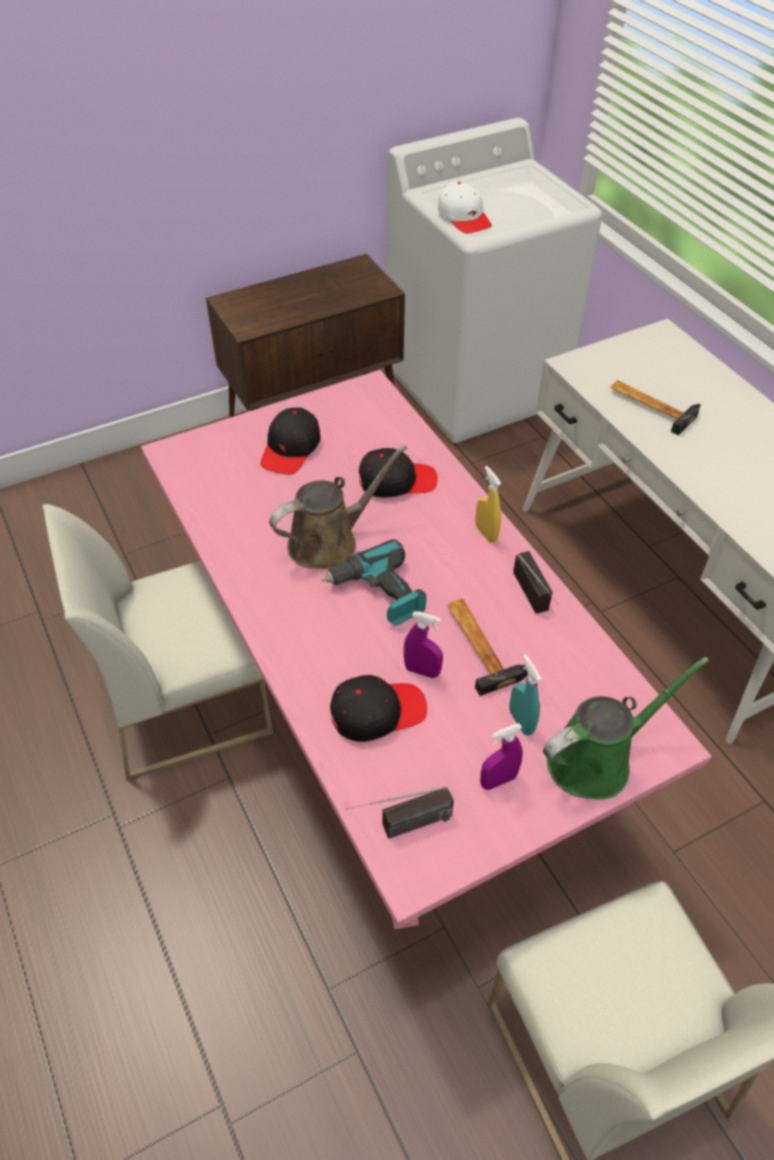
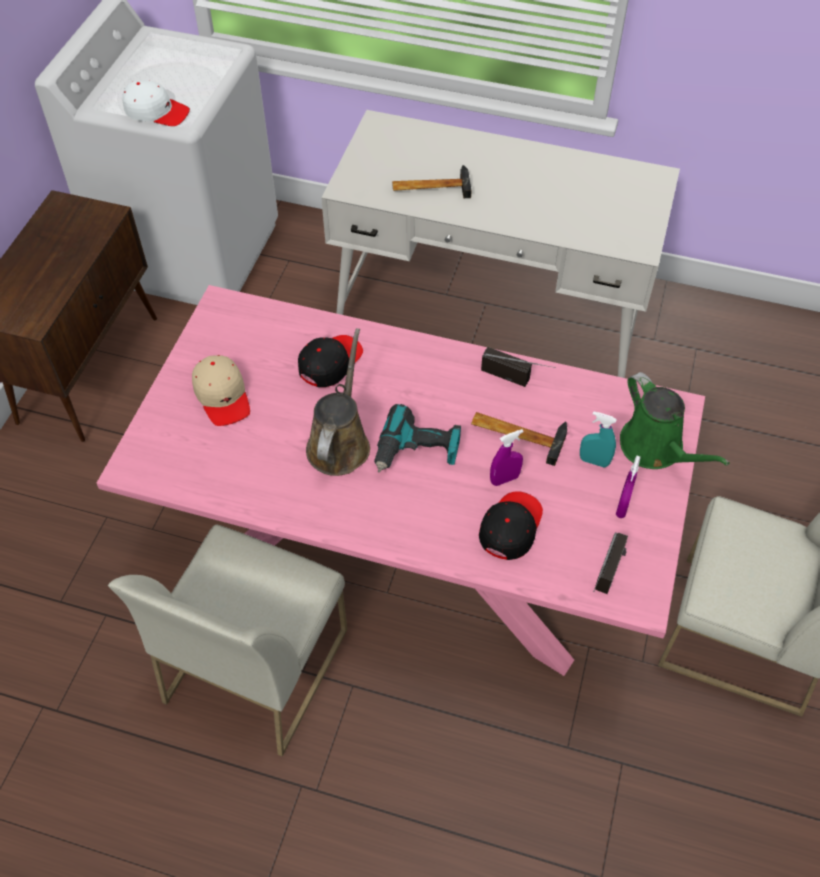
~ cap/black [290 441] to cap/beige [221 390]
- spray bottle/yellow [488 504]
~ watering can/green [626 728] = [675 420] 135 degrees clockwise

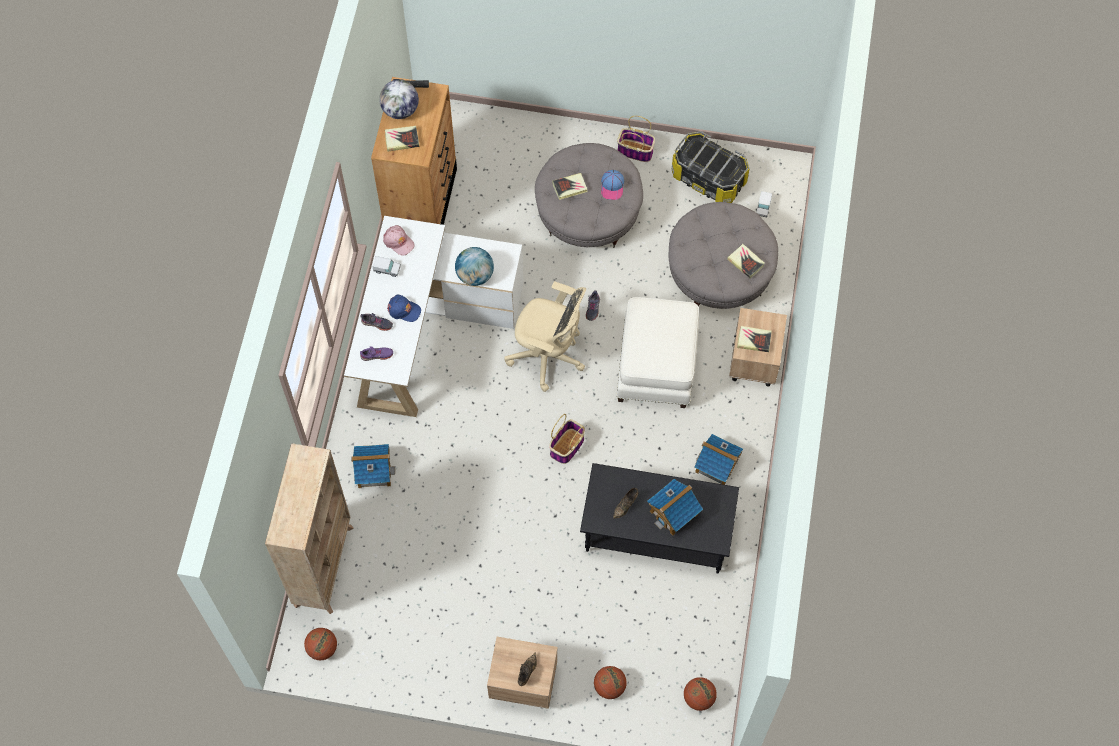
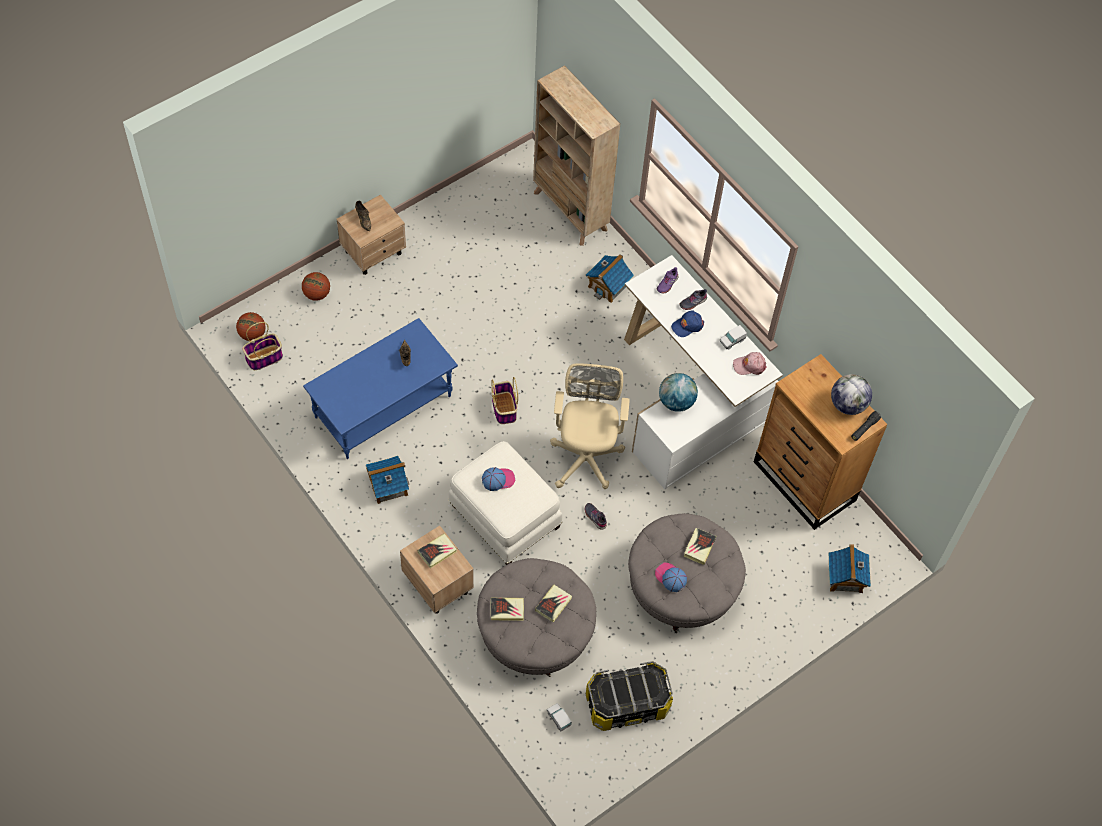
- basketball [320 644]
~ book [402 139] to [553 603]
~ office chair/beige [545 336] = [590 426] 120 degrees clockwise
~ coffee table/black [659 518] to coffee table/blue [380 388]
~ basket [636 139] to [262 346]
~ toy house [675 507] to [850 568]
+ cap [498 479]

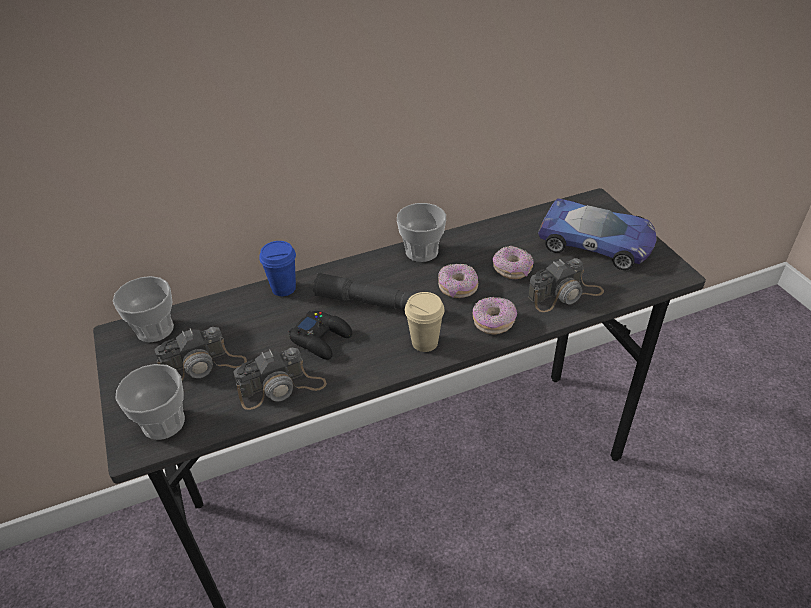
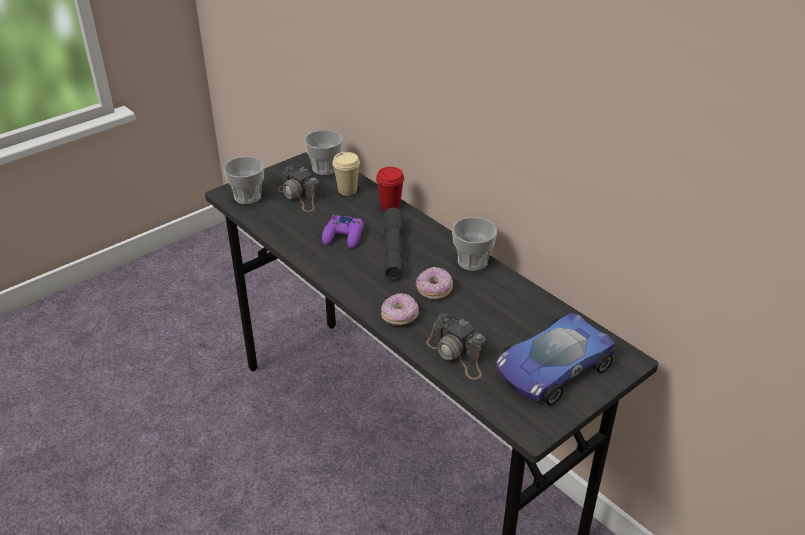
- photo camera [280 379]
~ cup/blue [277 268] to cup/red [390 189]
~ game controller/black [320 335] to game controller/purple [343 231]
~ cup/beige [425 322] to [346 174]
- donut [513 262]
~ toy car [597 234] = [555 359] 45 degrees clockwise

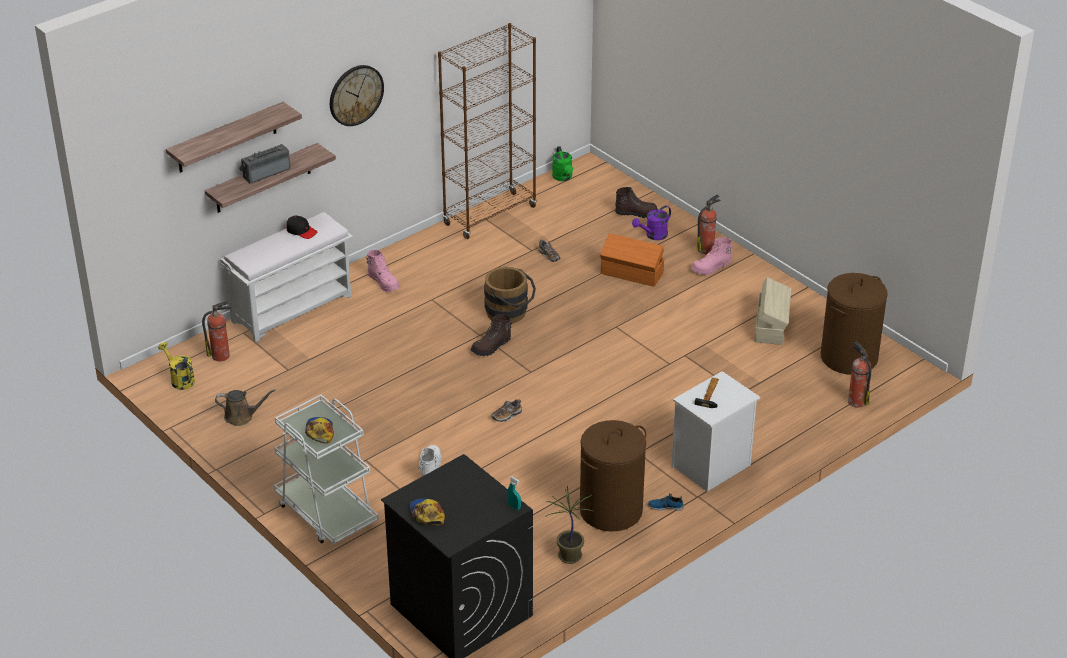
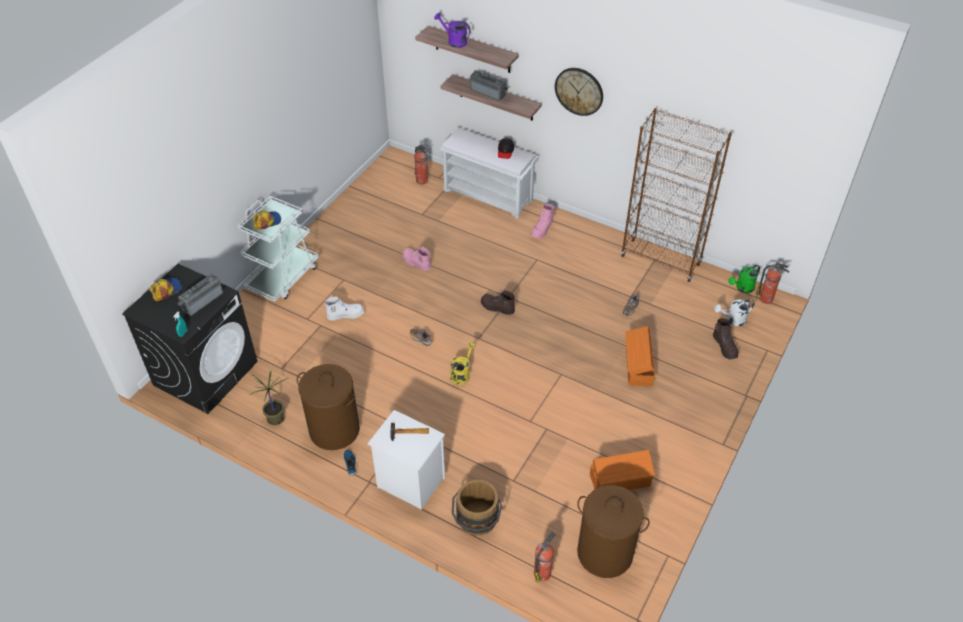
~ watering can/yellow [176 366] to [463 363]
- watering can/brown [245 407]
~ bucket/brown [510 295] to [477 508]
~ watering can/purple [651 222] to [452 30]
~ boot/pink [712 256] to [416 259]
~ fire extinguisher [709 224] to [772 283]
~ storage box/beige [773 311] to storage box/orange [622 470]
+ radio [200 295]
+ watering can/white [734 312]

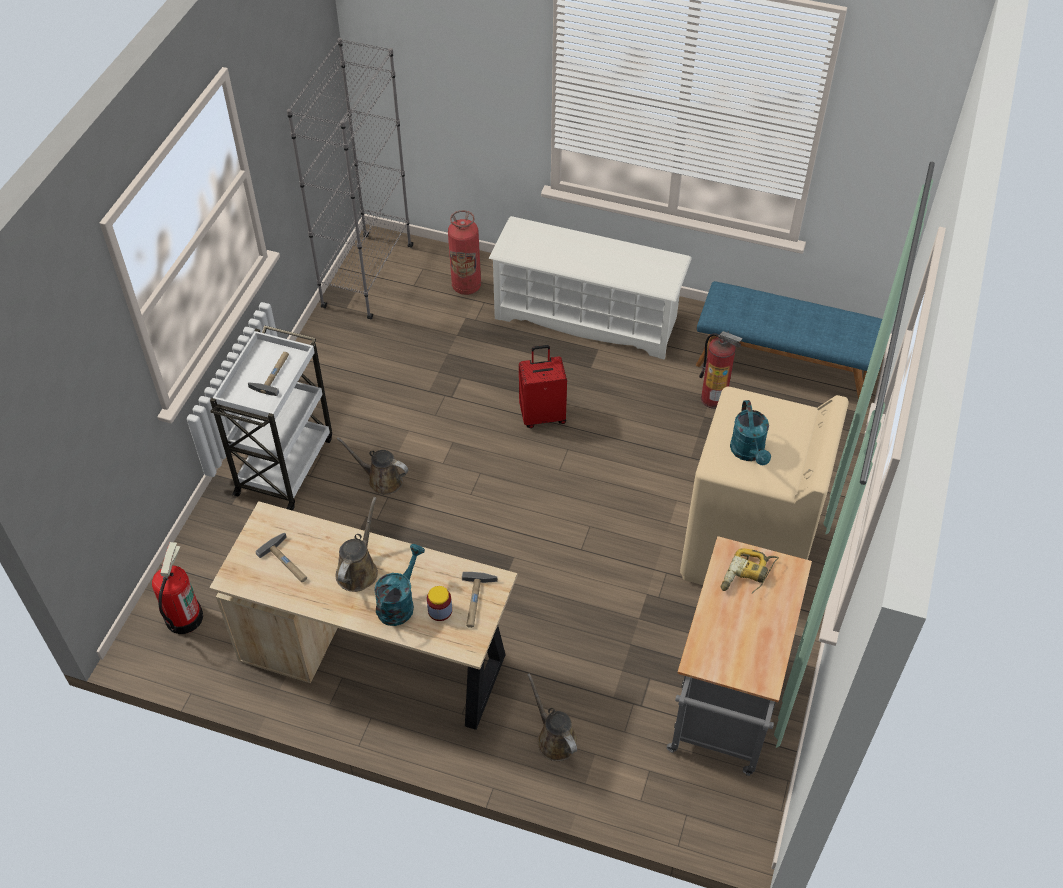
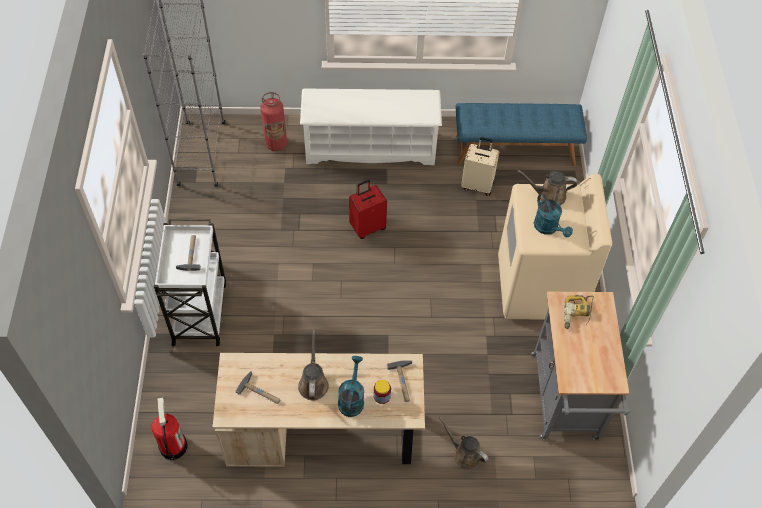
~ watering can/brown [372 466] to [547 187]
~ fire extinguisher [720 370] to suitcase/beige [480 166]

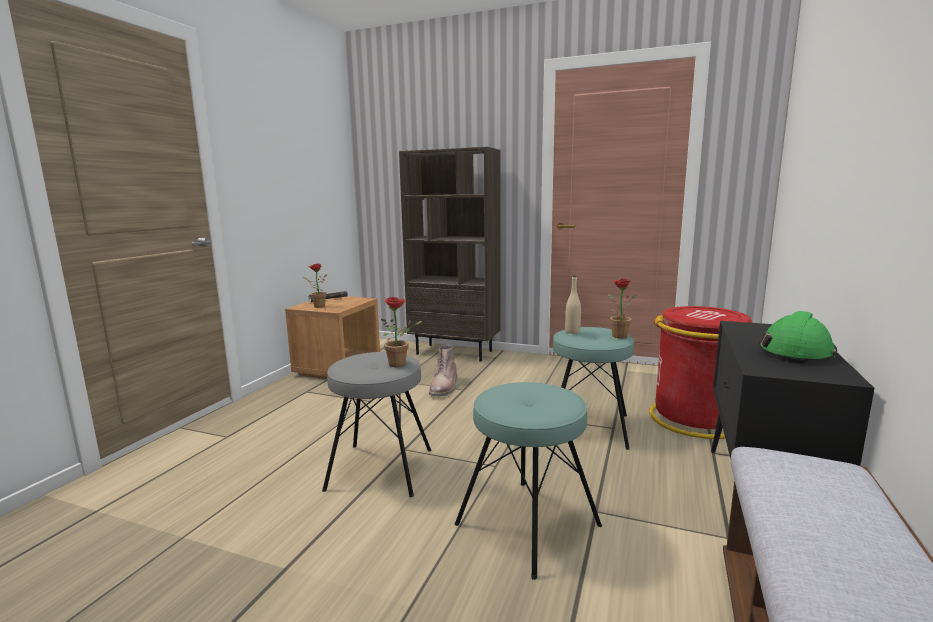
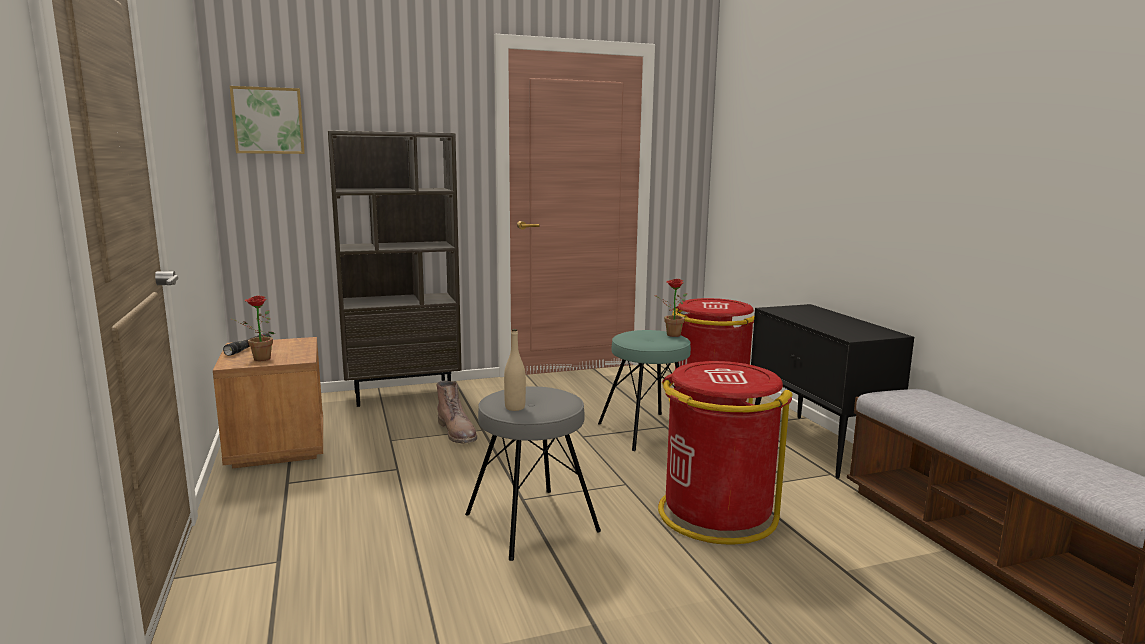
- potted plant [401 332]
~ stool/turquoise [528 481] to trash can/red [725 453]
~ bottle/beige [573 305] to [515 370]
- hard hat/green [798 337]
+ picture [267 120]

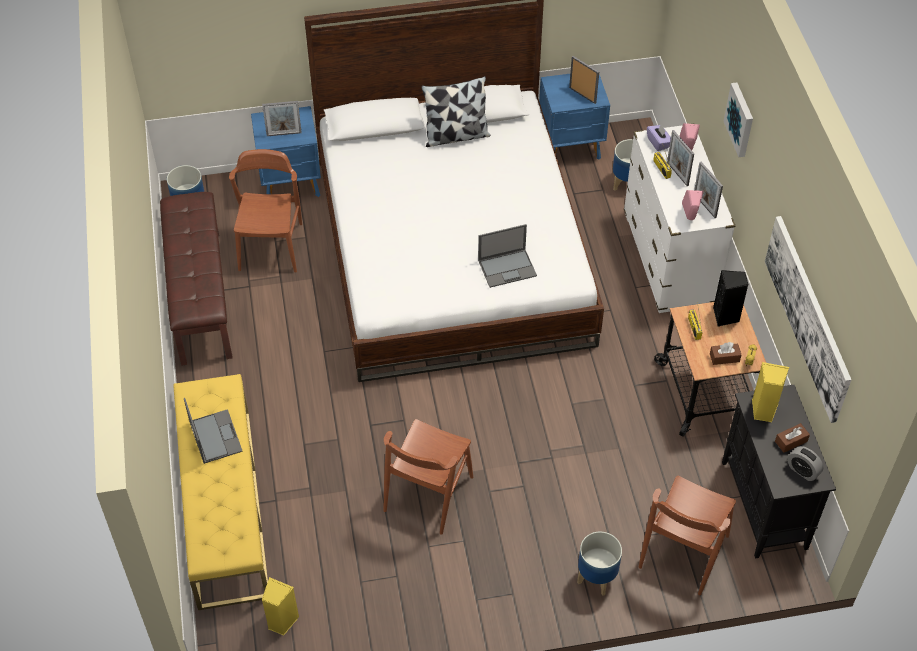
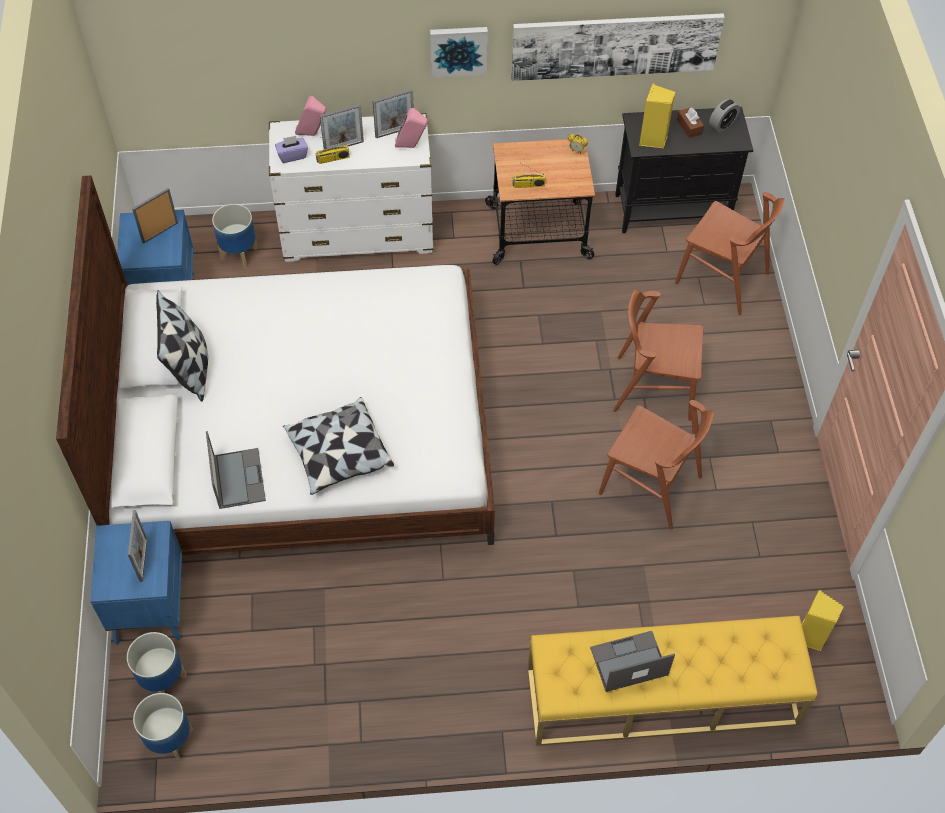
- bench/brown [196 279]
~ chair/brown [265 210] to [658 355]
~ laptop [507 256] to [236 470]
~ planter [599 564] to [157 662]
- tissue box/brown [725 353]
- speaker/black [730 298]
~ picture [738 119] to [459 52]
+ pillow [338 446]

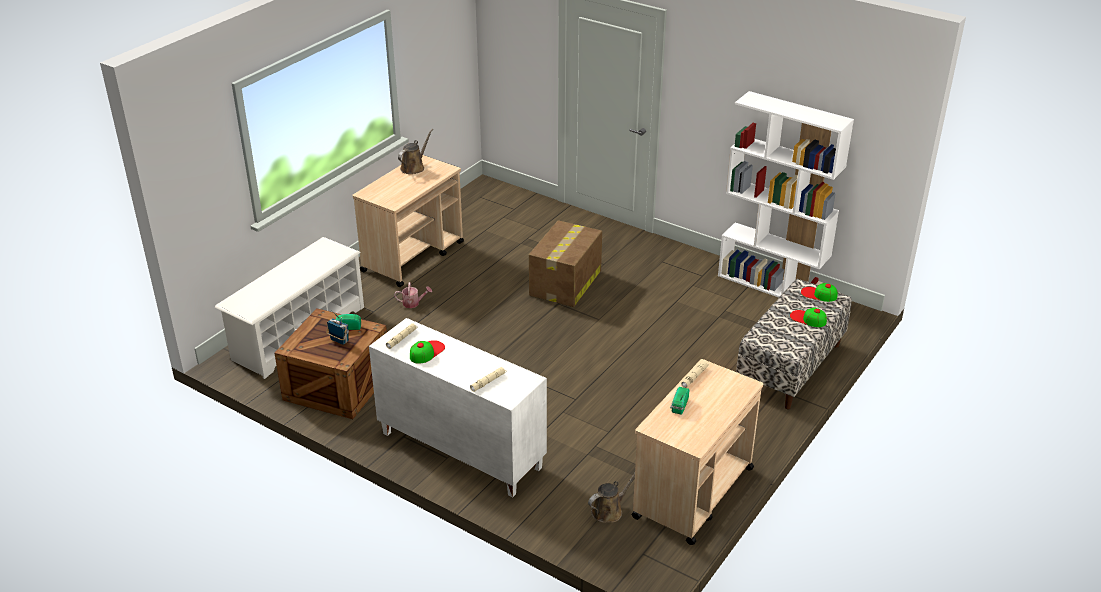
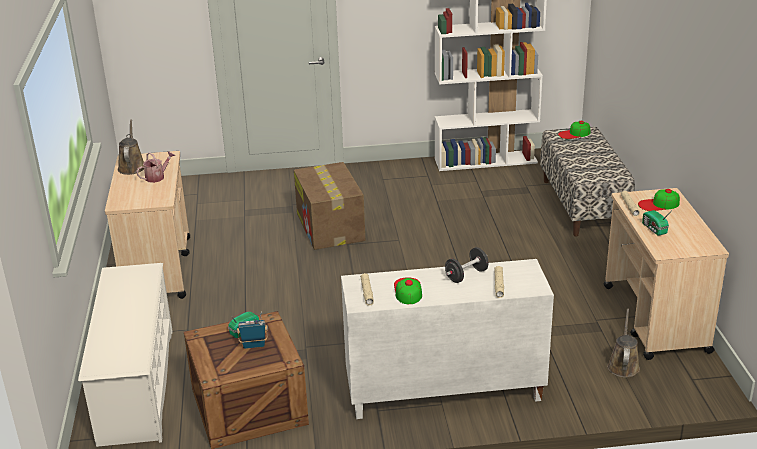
~ watering can [413 295] to [155 167]
~ cap [808 317] to [659 200]
+ dumbbell/black [466 265]

